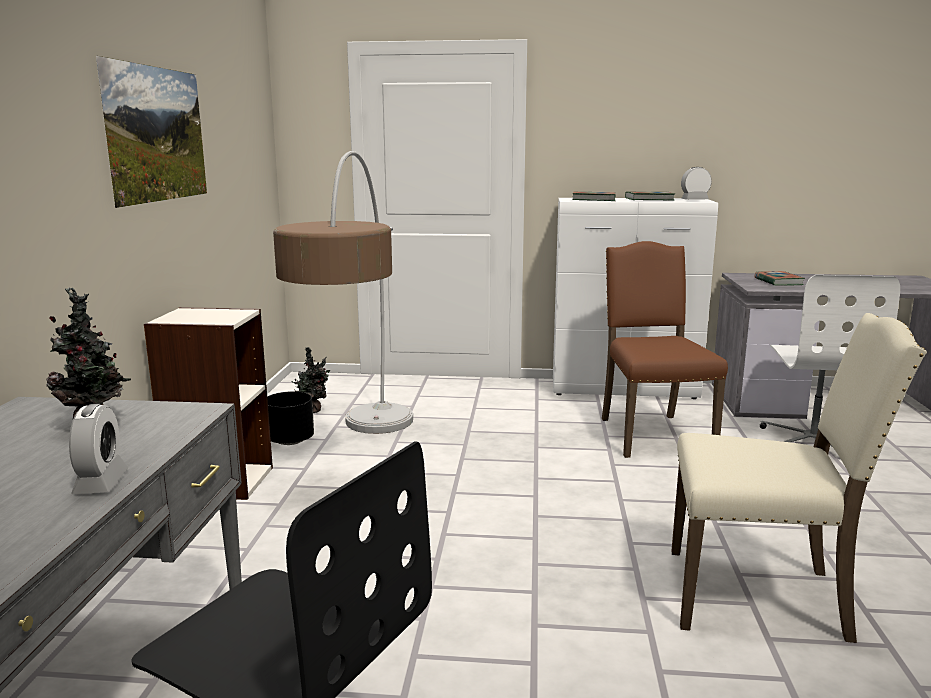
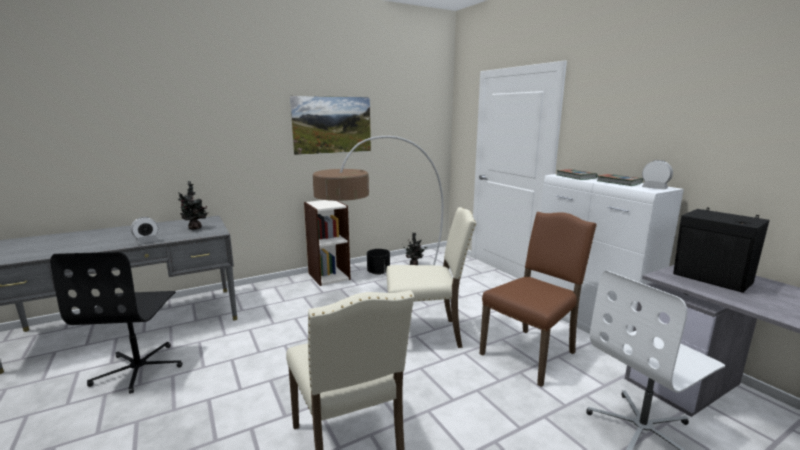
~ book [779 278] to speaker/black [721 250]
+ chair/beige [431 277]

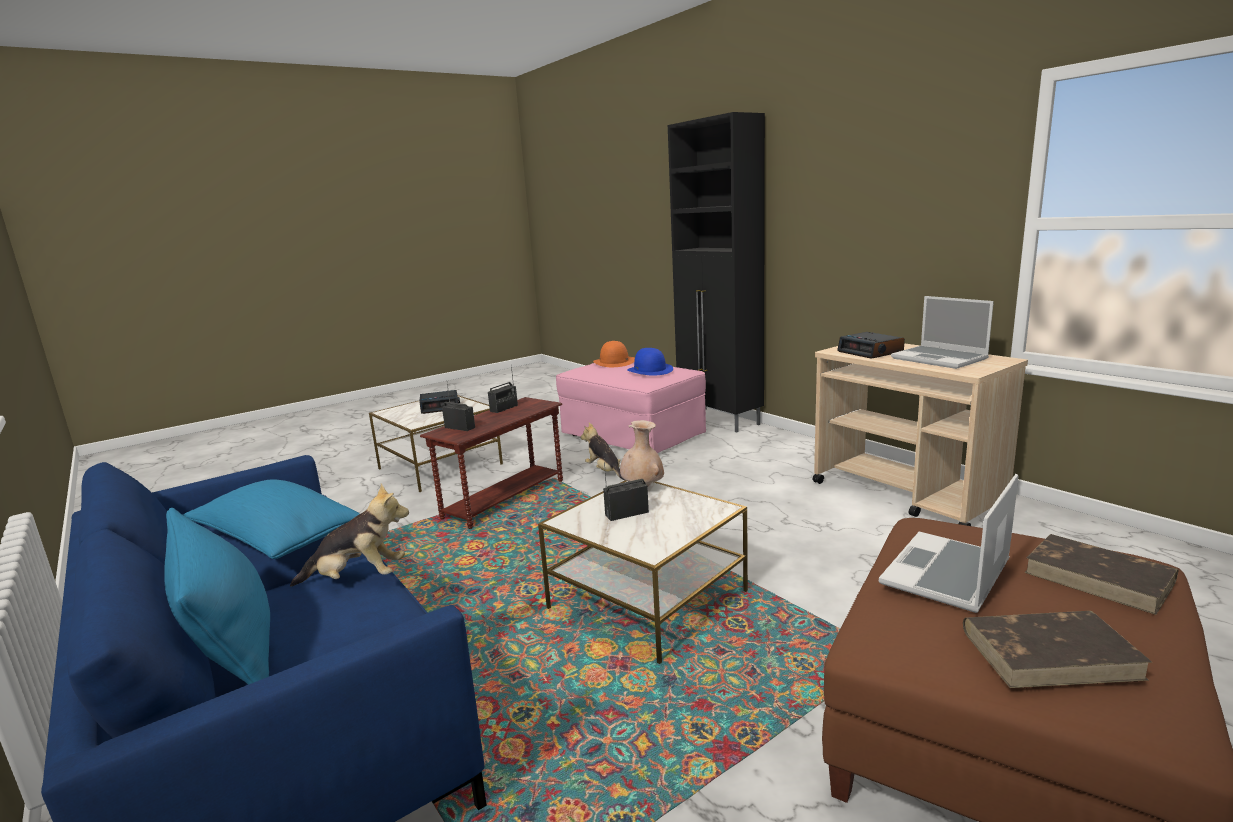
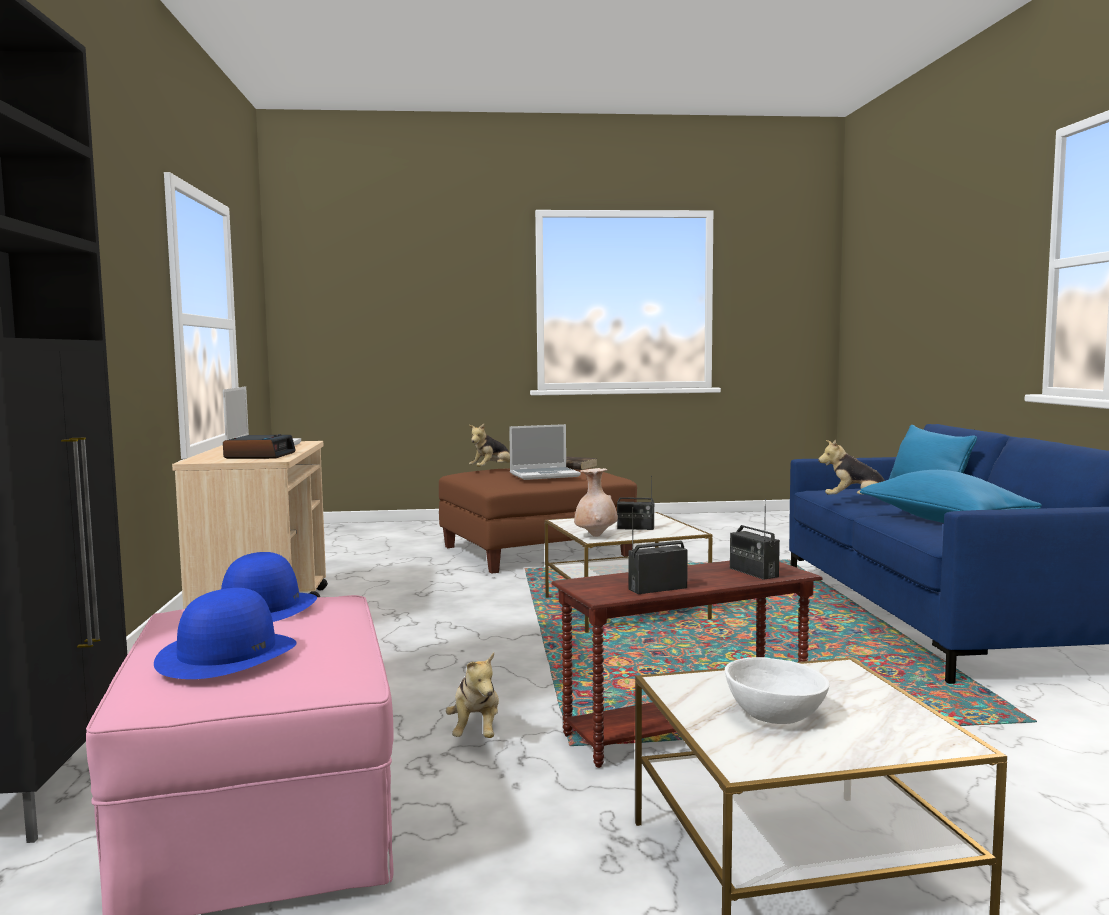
~ alarm clock [439 402] to bowl/white [777 690]
~ hat/orange [614 354] to hat/blue [225 633]
~ book/brown [1101 574] to plush toy [489 445]

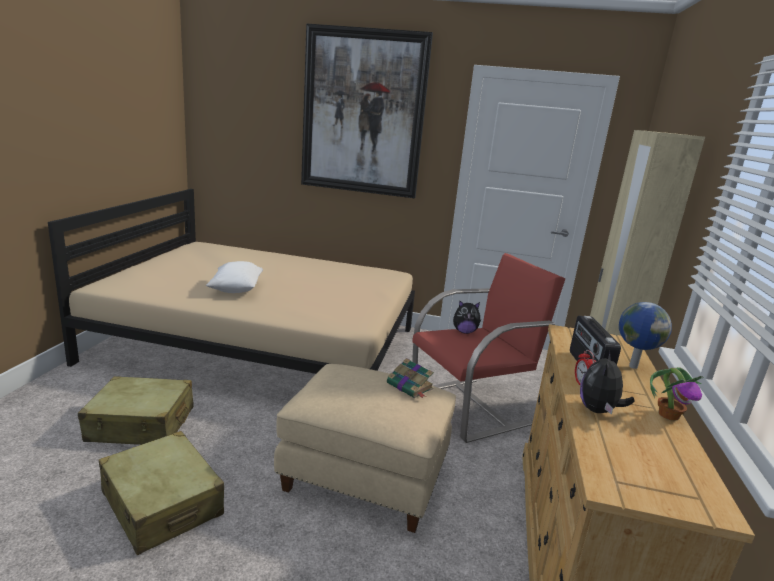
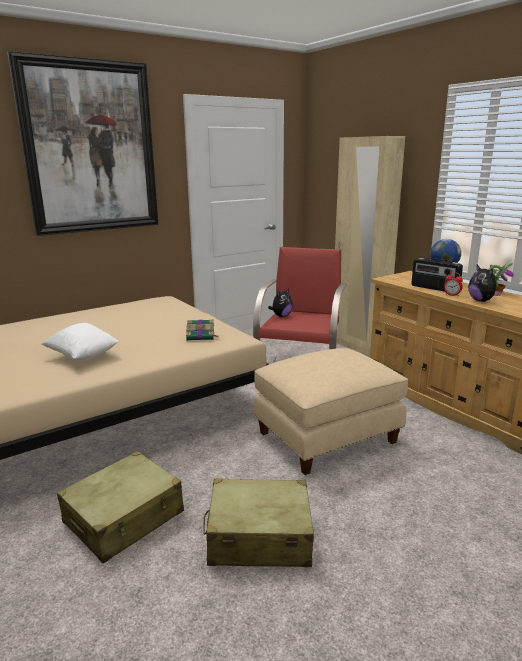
~ book [410 378] to [202 329]

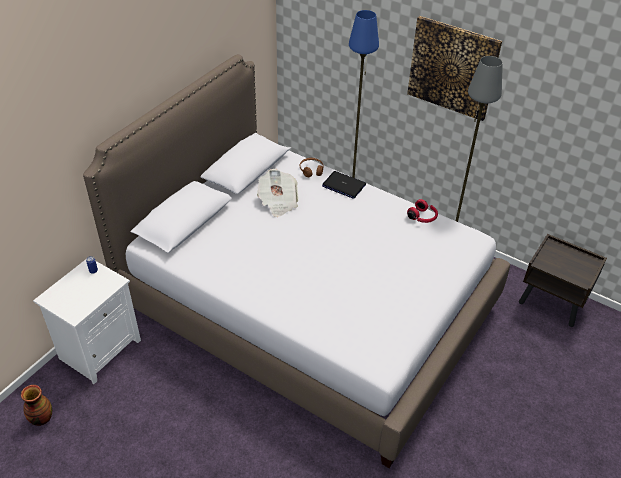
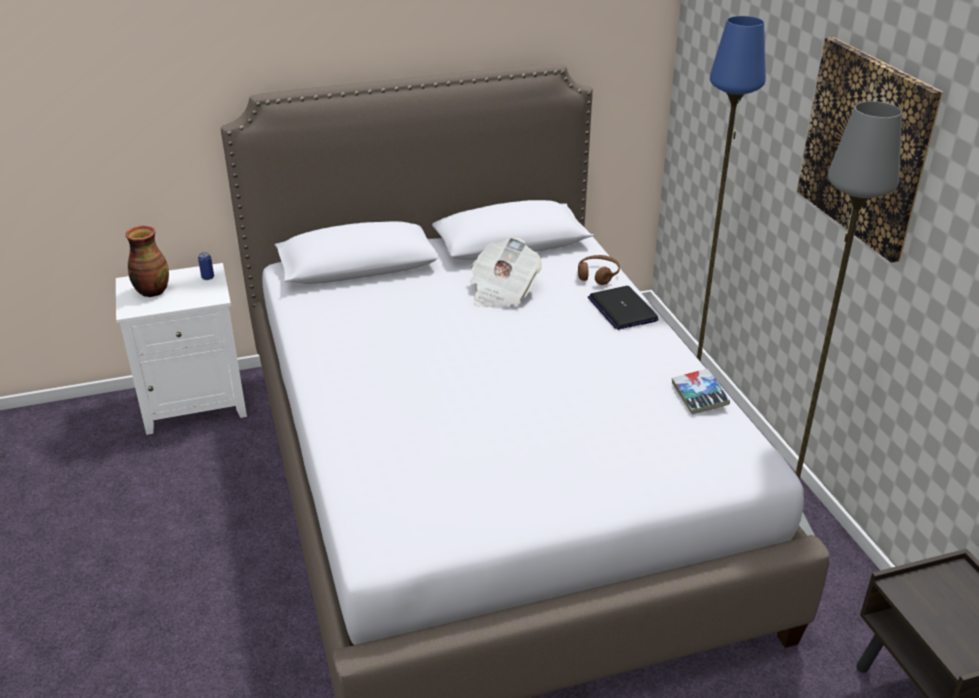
~ vase [36 405] to [147 261]
~ headphones/red [422 211] to book [701 392]

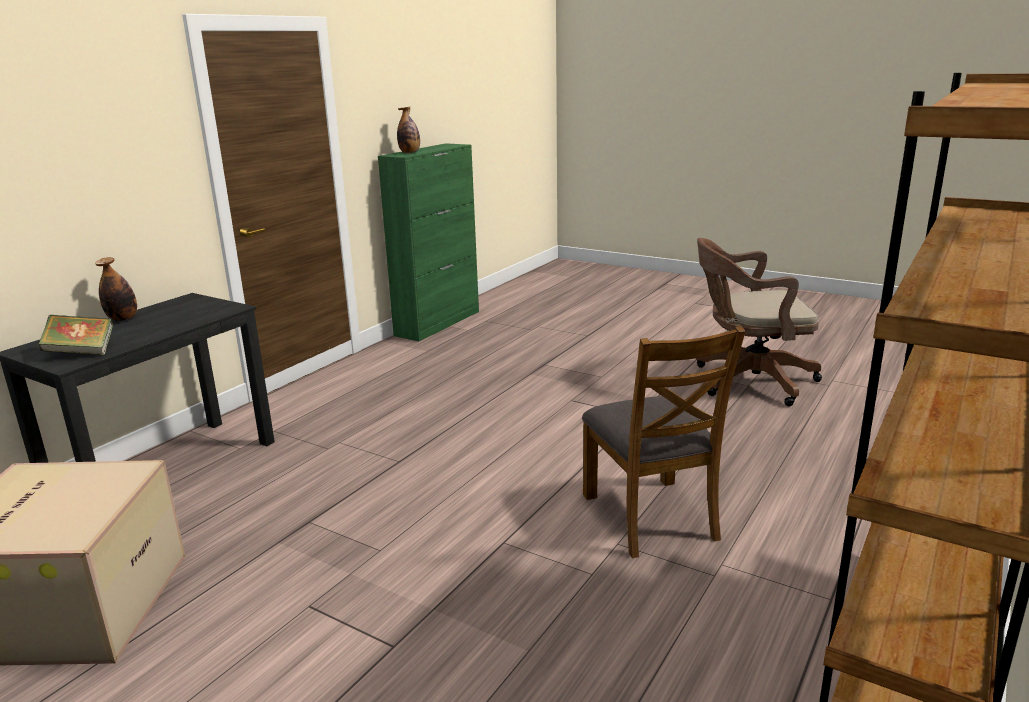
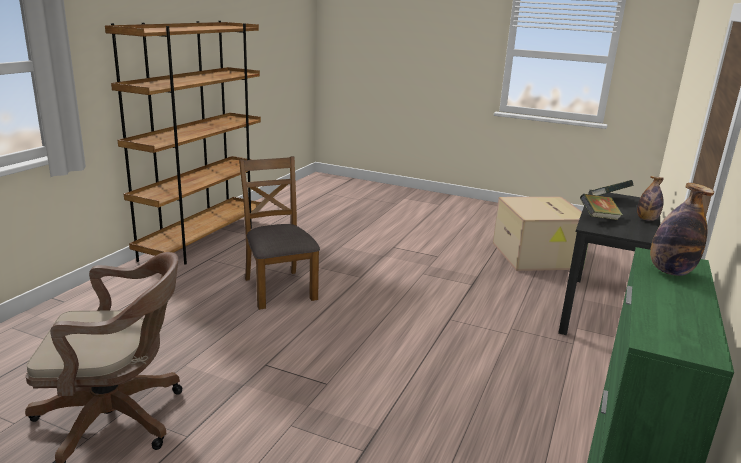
+ book [601 207]

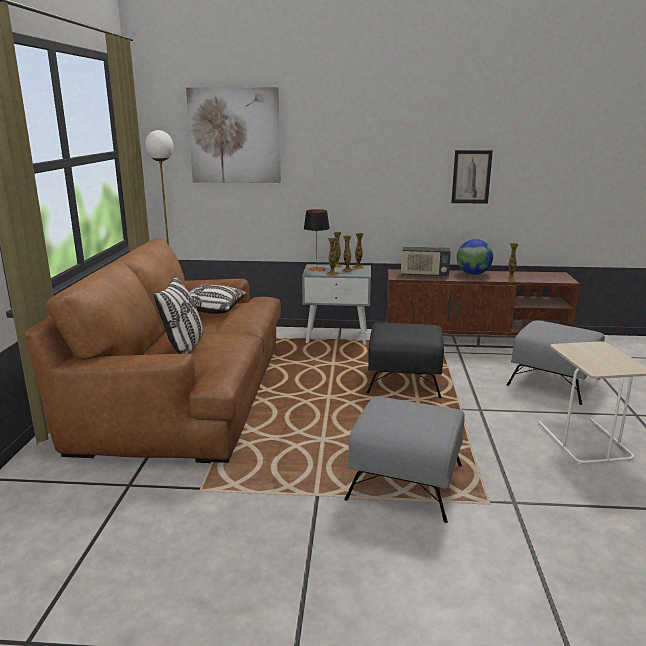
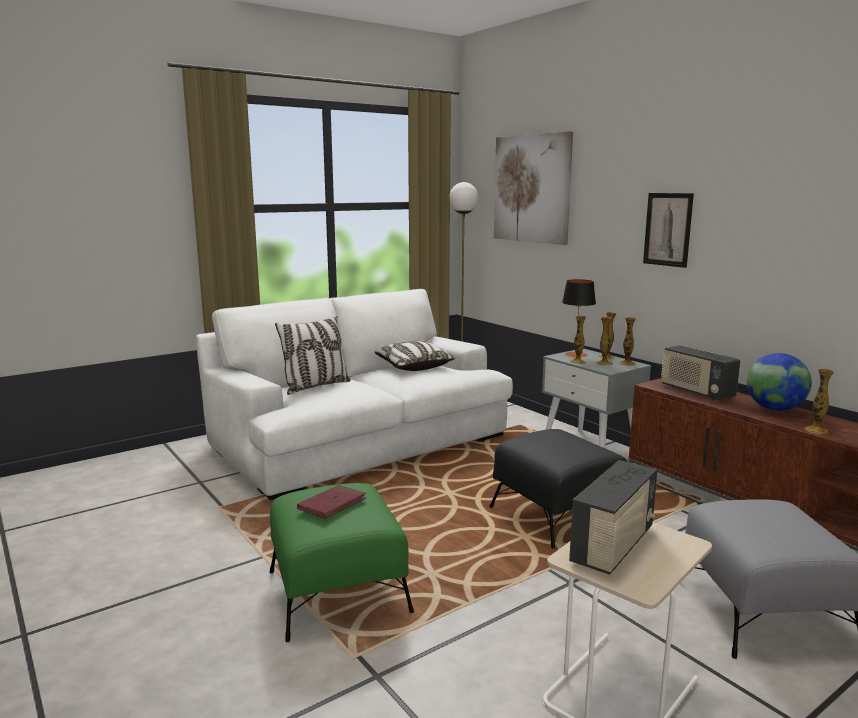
~ sofa/brown [152 350] to sofa/white [354 394]
~ ottoman/grey [404 460] to ottoman/green [341 562]
~ picture [472 177] to [668 230]
+ book/red [331 502]
+ radio [613 517]

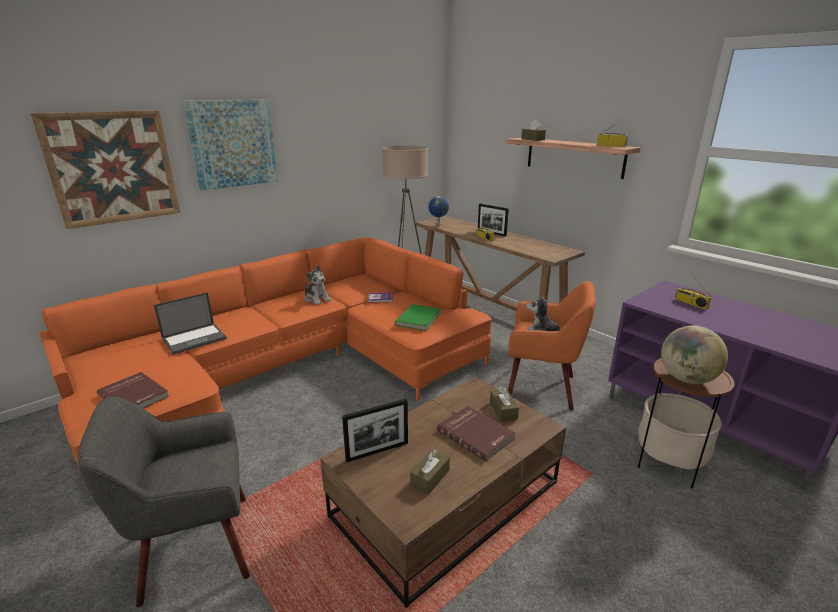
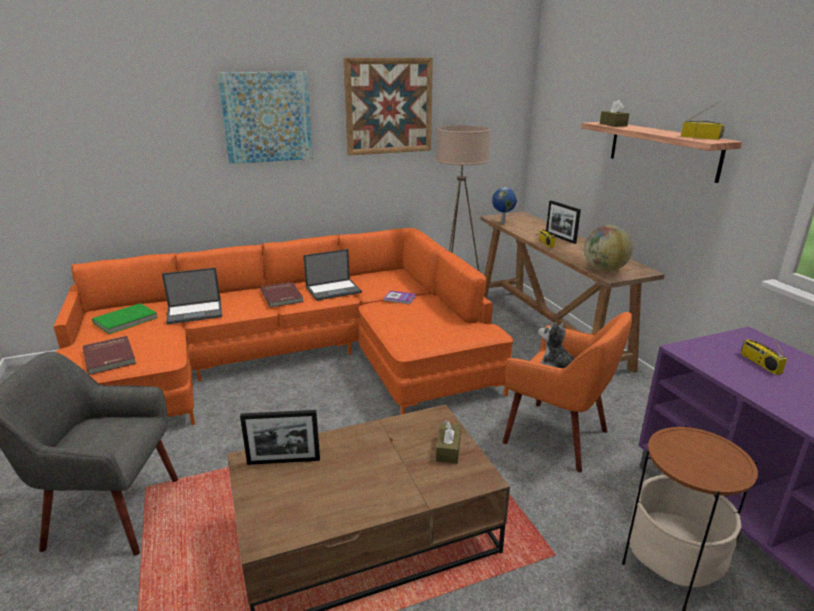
~ picture [105 169] to [388 107]
~ plush toy [318 285] to laptop [332 275]
~ book/green [417 317] to [125 318]
- tissue box/brown [430 472]
~ book/red [476 433] to [281 295]
~ globe [694 355] to [608 248]

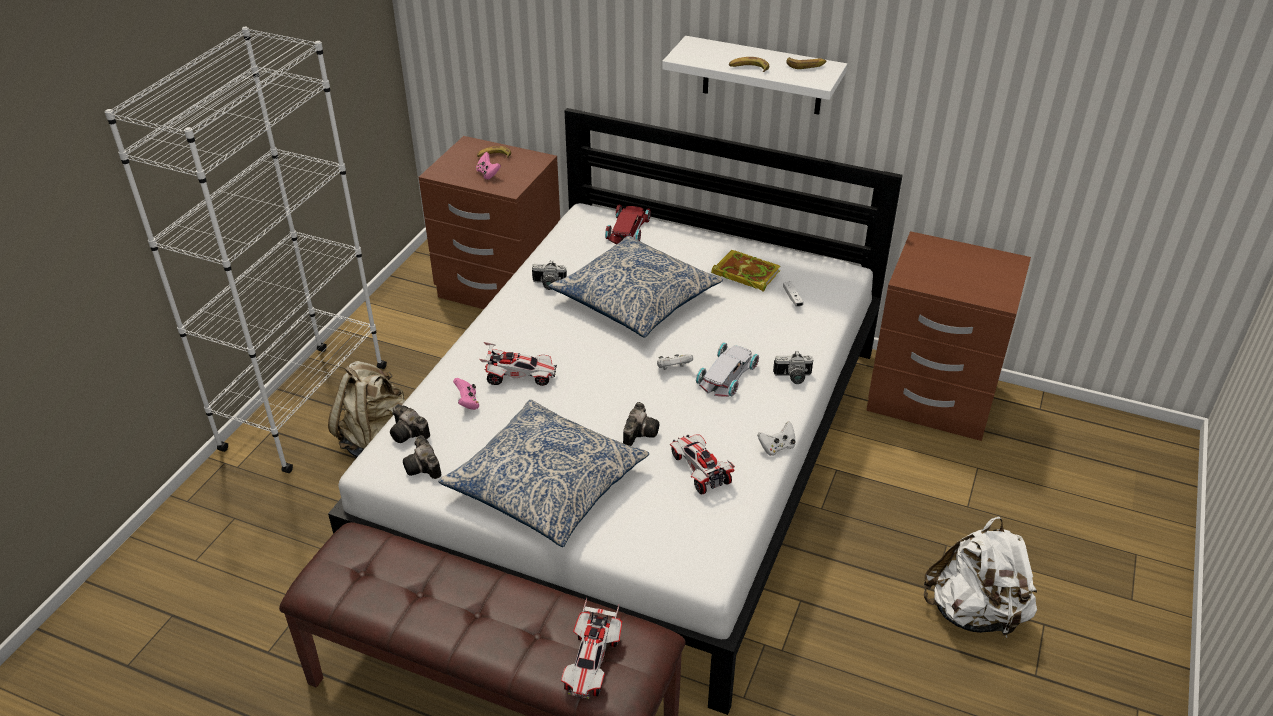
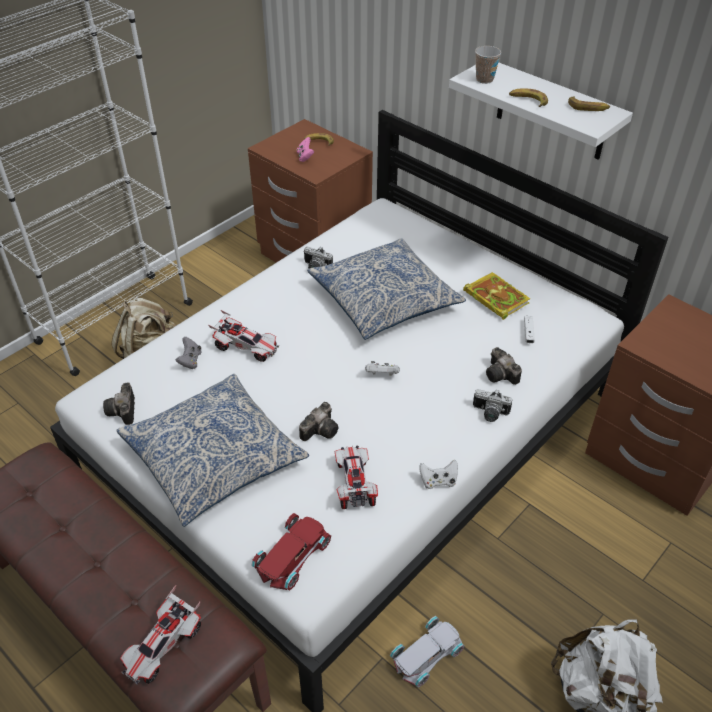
~ photo camera [410 423] to [504 366]
~ game controller/pink [466 394] to game controller/grey [188 353]
~ toy car/red [628 224] to [291 551]
~ toy car/white [727 369] to [427 651]
+ cup [488 65]

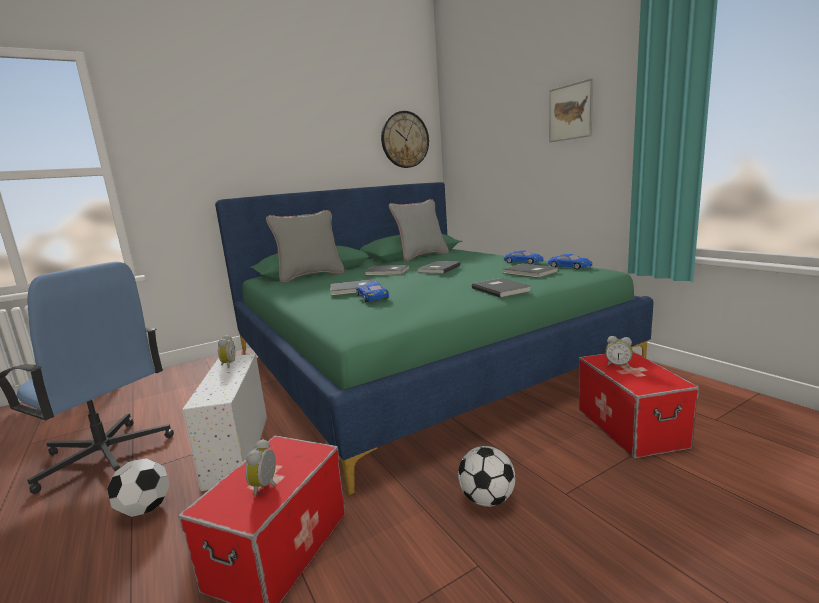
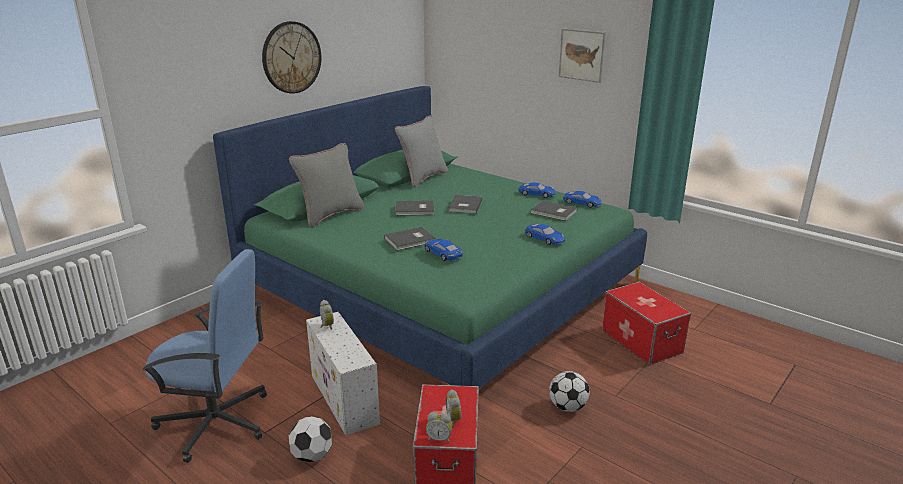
~ wall clock [405 139] to [291 57]
~ book/grey [502 288] to toy car/blue [545 234]
~ alarm clock [619 352] to [439 427]

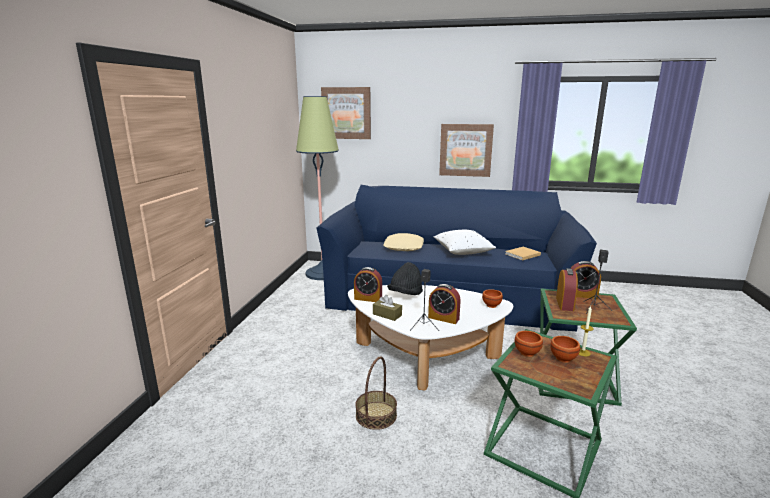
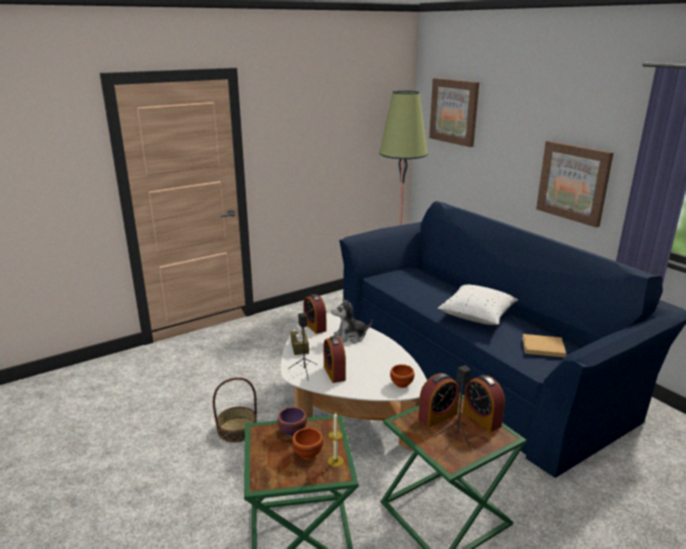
- pillow/beige [404 242]
~ hat/black [405 278] to plush toy [351 320]
~ bowl/brown [529 344] to bowl/purple [292 421]

